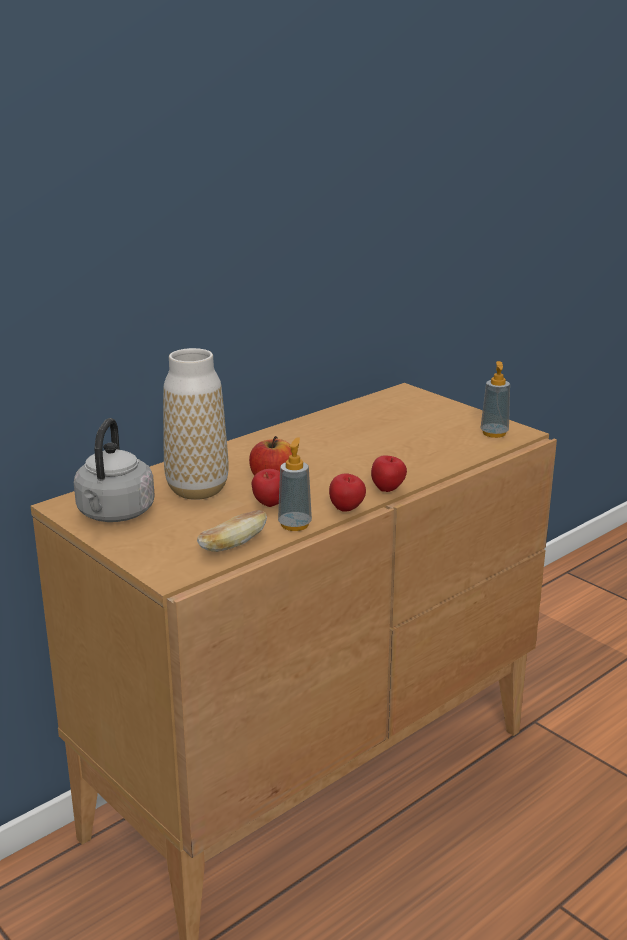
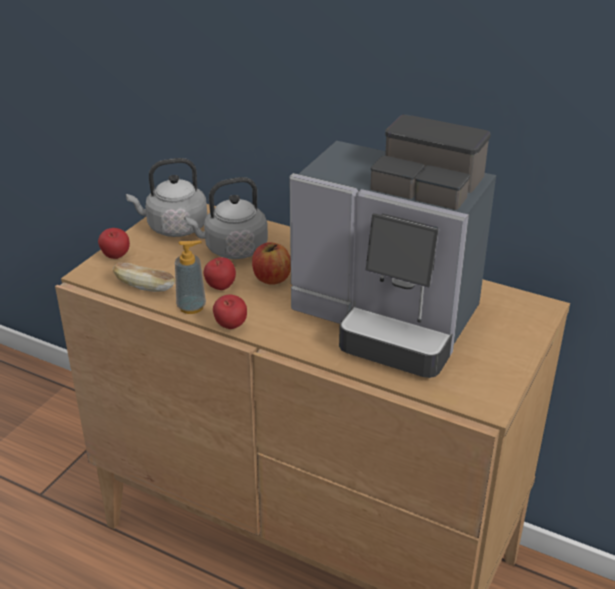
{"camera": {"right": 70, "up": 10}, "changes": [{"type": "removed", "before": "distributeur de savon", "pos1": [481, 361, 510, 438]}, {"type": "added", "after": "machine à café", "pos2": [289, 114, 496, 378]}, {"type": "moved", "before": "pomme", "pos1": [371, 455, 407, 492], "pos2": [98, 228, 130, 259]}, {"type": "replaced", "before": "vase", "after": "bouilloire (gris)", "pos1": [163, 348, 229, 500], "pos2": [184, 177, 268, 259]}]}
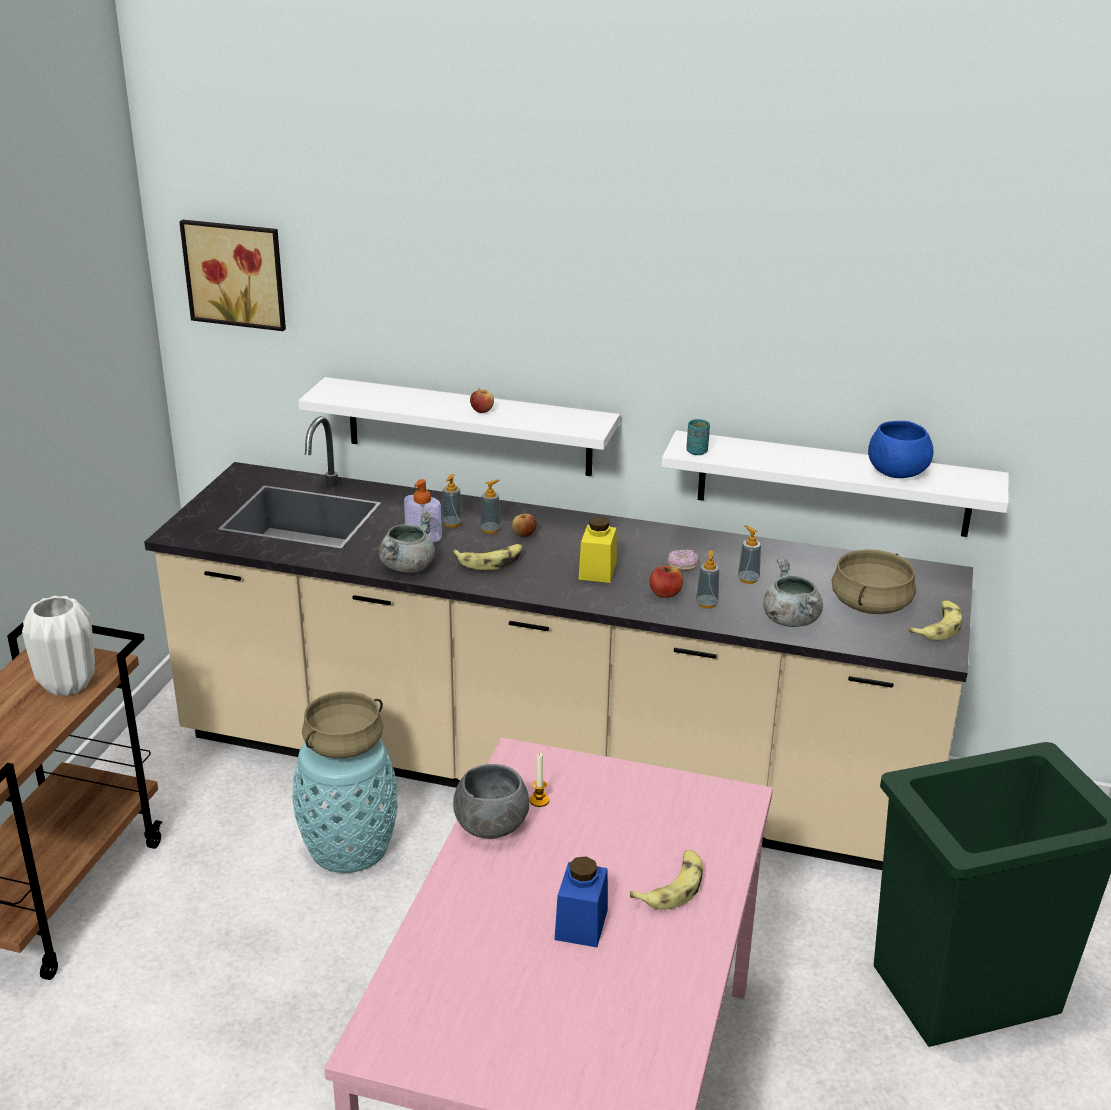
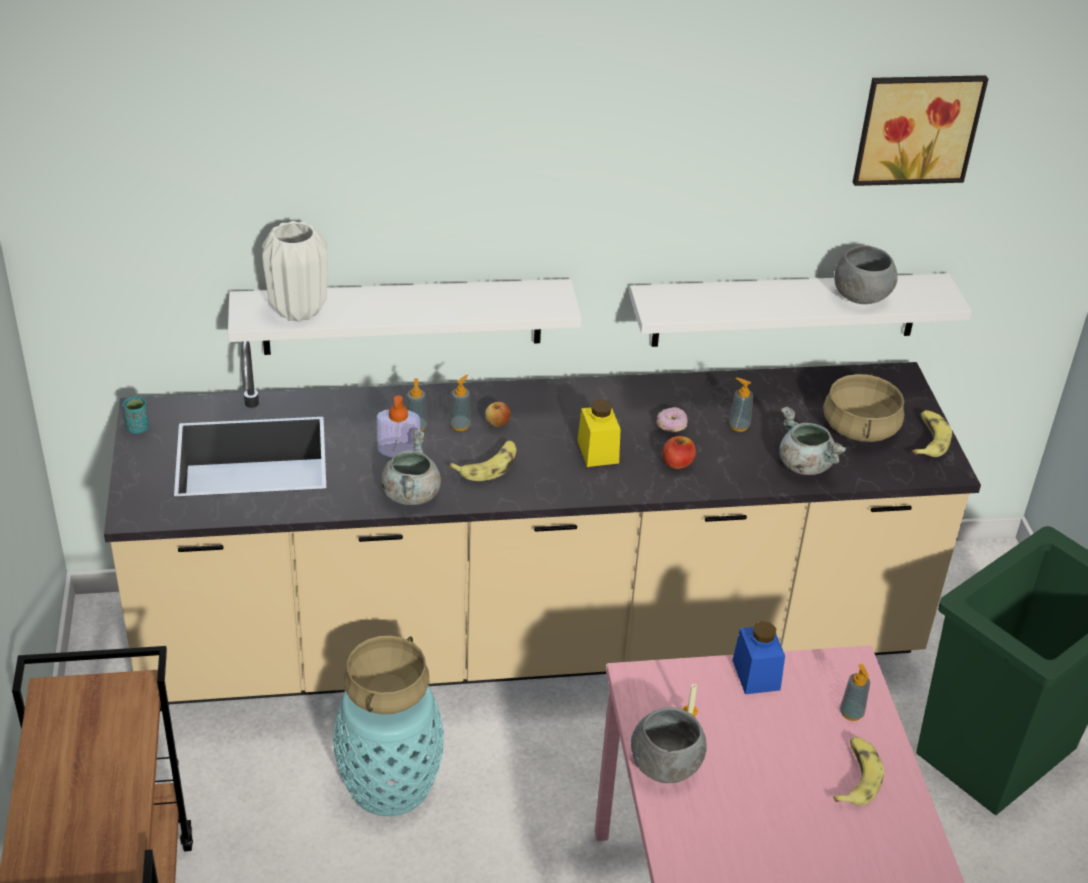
{"camera": {"right": -25, "up": 10}, "changes": [{"type": "removed", "before": "pomme", "pos1": [470, 390, 494, 413]}, {"type": "moved", "before": "vase (blanc)", "pos1": [22, 596, 95, 696], "pos2": [262, 221, 328, 322]}, {"type": "moved", "before": "tableau", "pos1": [179, 220, 286, 331], "pos2": [853, 75, 988, 186]}, {"type": "moved", "before": "bocal (bleu)", "pos1": [555, 857, 608, 947], "pos2": [732, 621, 785, 694]}, {"type": "moved", "before": "tasse (turquoise)", "pos1": [686, 419, 710, 455], "pos2": [123, 397, 149, 434]}, {"type": "moved", "before": "distributeur de savon", "pos1": [696, 550, 719, 609], "pos2": [840, 664, 870, 721]}, {"type": "recoloured", "before": "bol (bleu)", "after": "bol (gris)", "pos1": [868, 421, 933, 478], "pos2": [834, 245, 898, 304]}]}
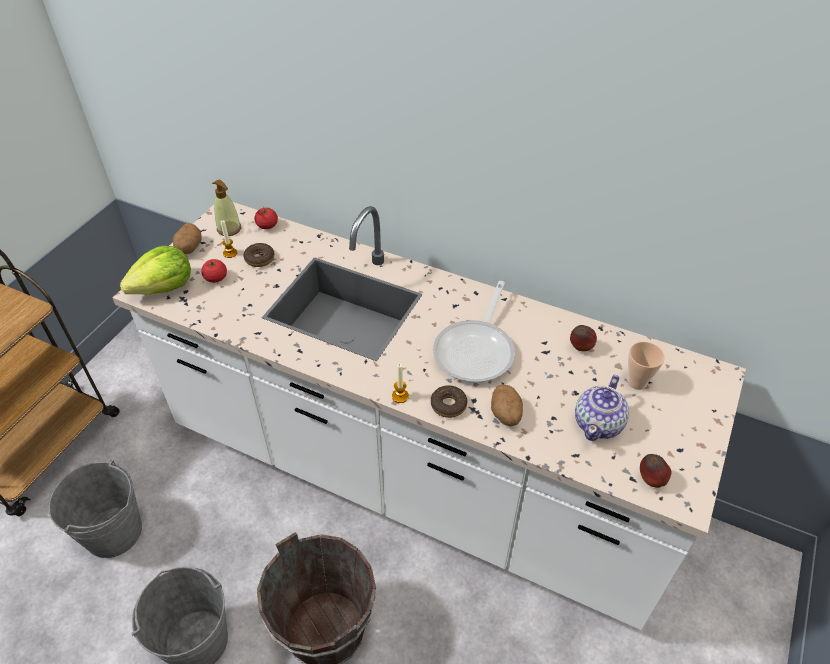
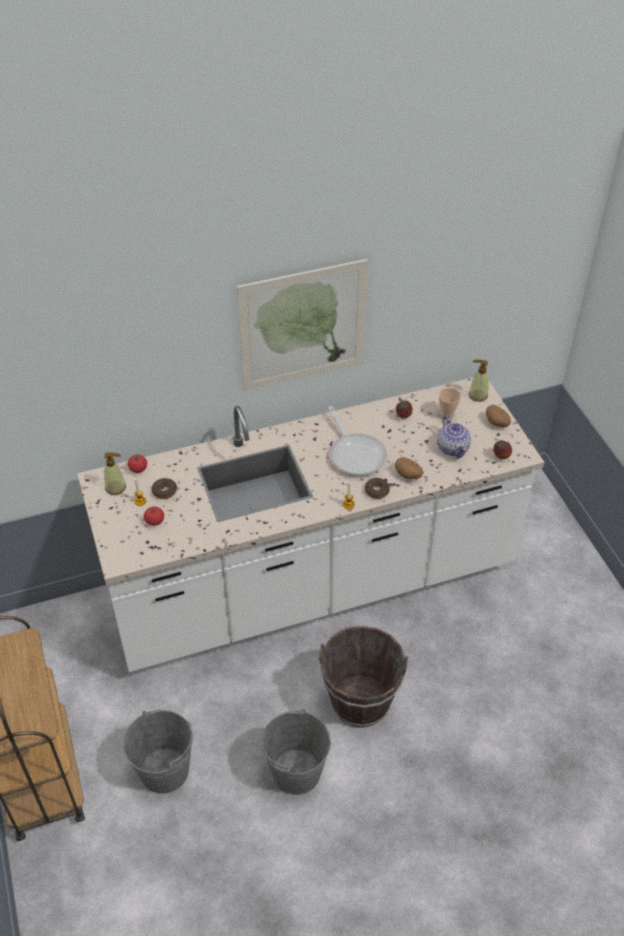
{"camera": {"right": -45, "up": 0}, "changes": [{"type": "removed", "before": "laitue", "pos1": [120, 246, 191, 295]}, {"type": "added", "after": "tableau", "pos2": [236, 259, 368, 391]}, {"type": "added", "after": "distributeur de savon", "pos2": [469, 360, 488, 402]}, {"type": "moved", "before": "pomme de terre", "pos1": [173, 223, 202, 254], "pos2": [486, 405, 511, 428]}]}
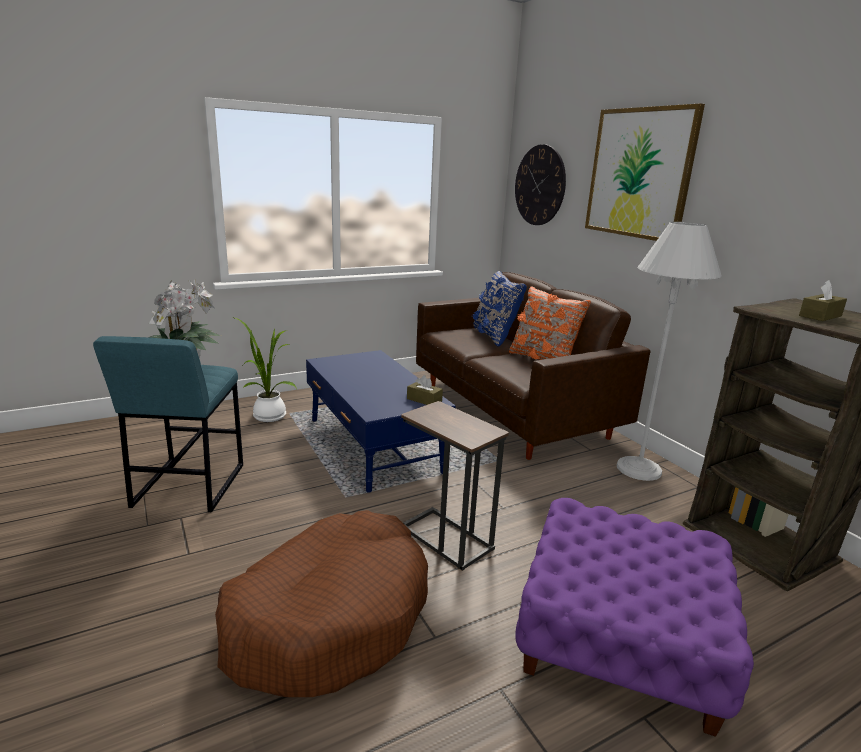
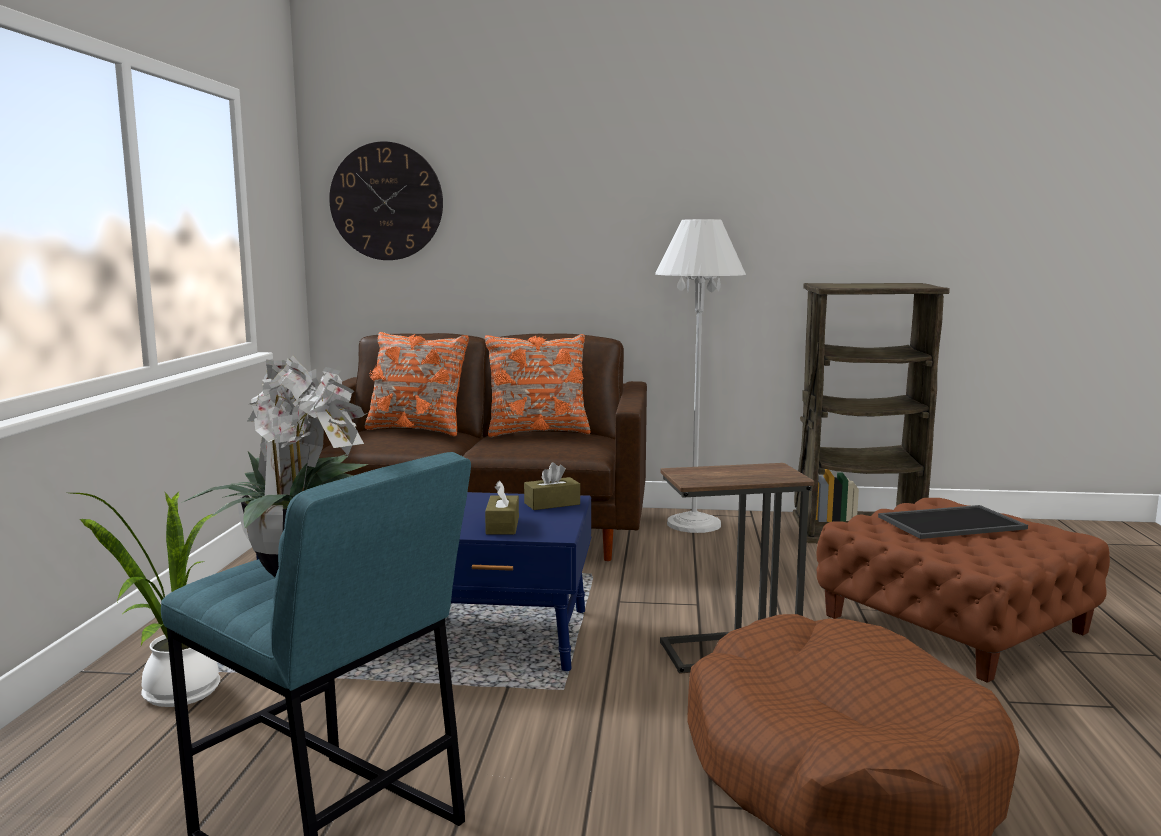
{"camera": {"right": -55, "up": -10}, "changes": [{"type": "removed", "before": "tableau", "pos1": [585, 103, 705, 241]}, {"type": "added", "after": "plateau", "pos2": [878, 505, 1028, 539]}, {"type": "moved", "before": "boîte à mouchoirs (marron)", "pos1": [799, 280, 847, 321], "pos2": [485, 480, 519, 534]}, {"type": "recoloured", "before": "coussin (bleu)", "after": "coussin (orange)", "pos1": [472, 271, 527, 346], "pos2": [365, 332, 469, 437]}, {"type": "recoloured", "before": "pouf (violet)", "after": "pouf (marron)", "pos1": [515, 498, 754, 737], "pos2": [816, 498, 1110, 683]}]}
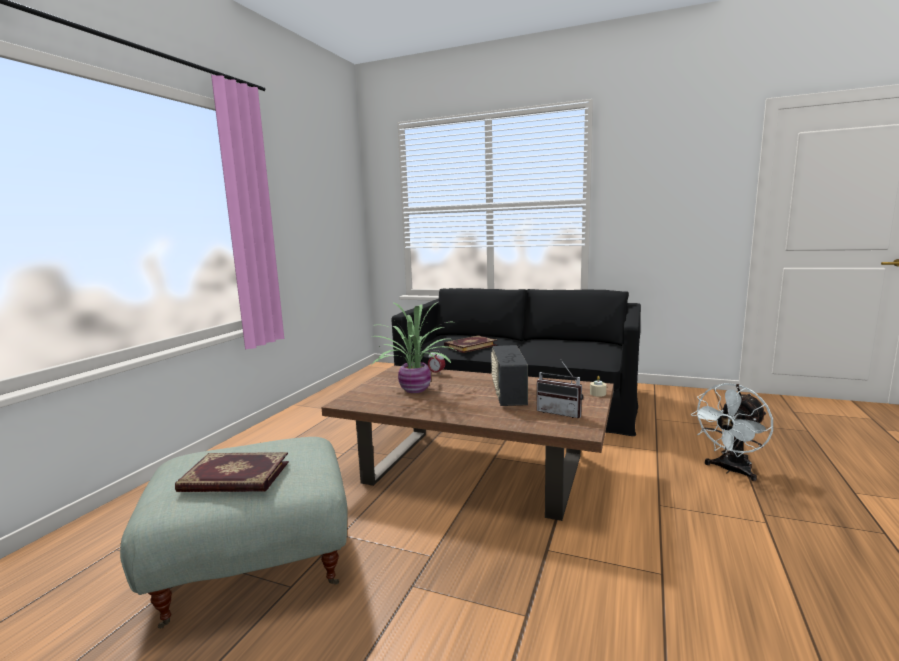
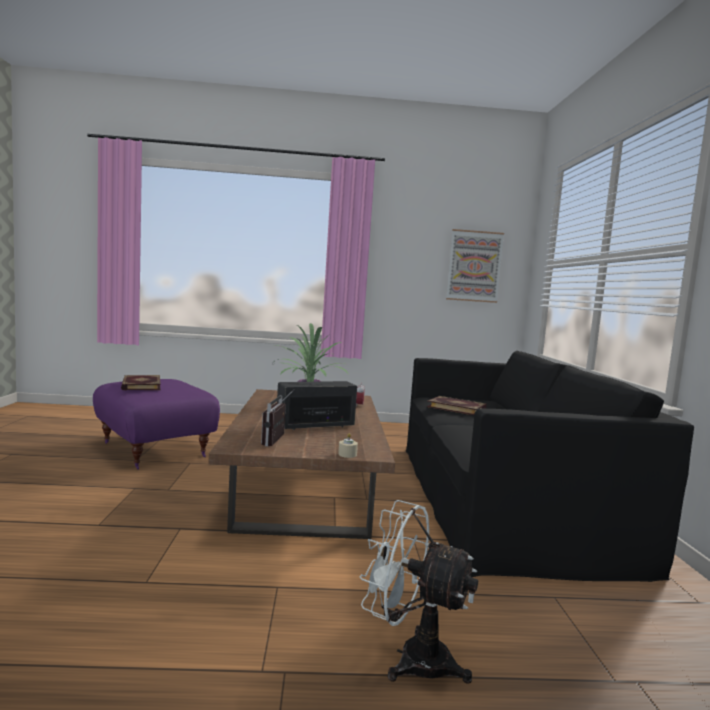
{"camera": {"right": 65, "up": -5}, "changes": [{"type": "added", "after": "tableau", "pos2": [446, 229, 504, 303]}, {"type": "recoloured", "before": "pouf (gris)", "after": "pouf (violet)", "pos1": [120, 437, 347, 629], "pos2": [93, 379, 220, 470]}]}
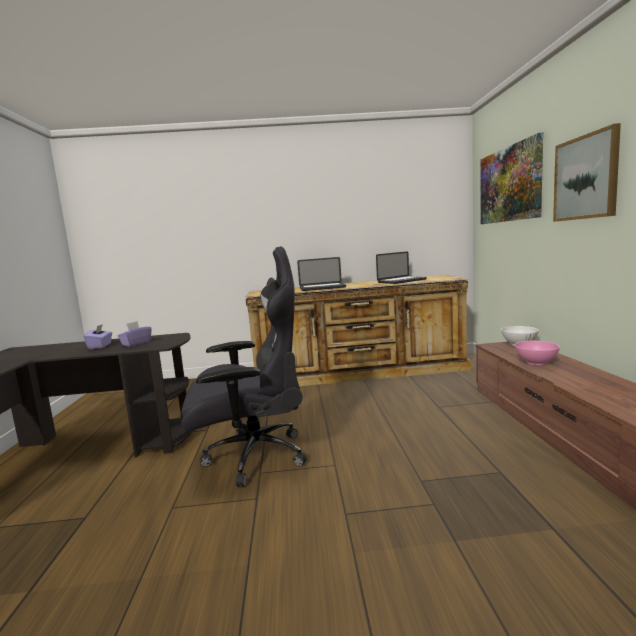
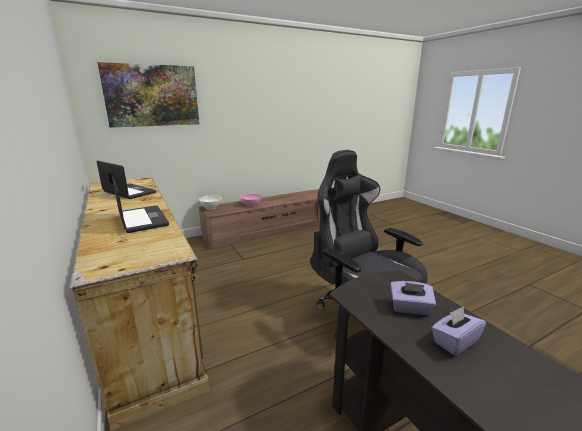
{"camera": {"right": -115, "up": 10}, "changes": [{"type": "removed", "before": "tableau", "pos1": [553, 123, 621, 222]}]}
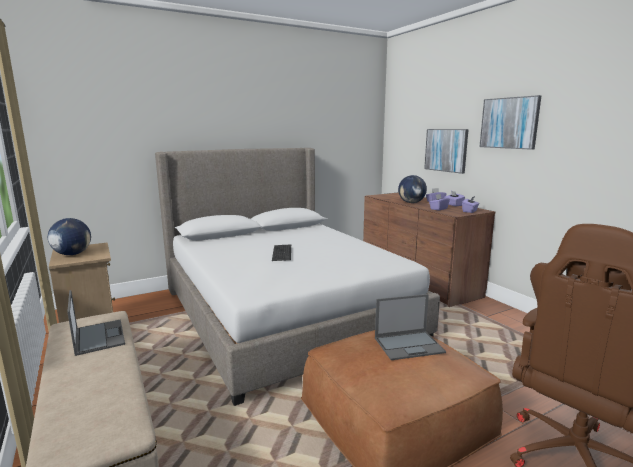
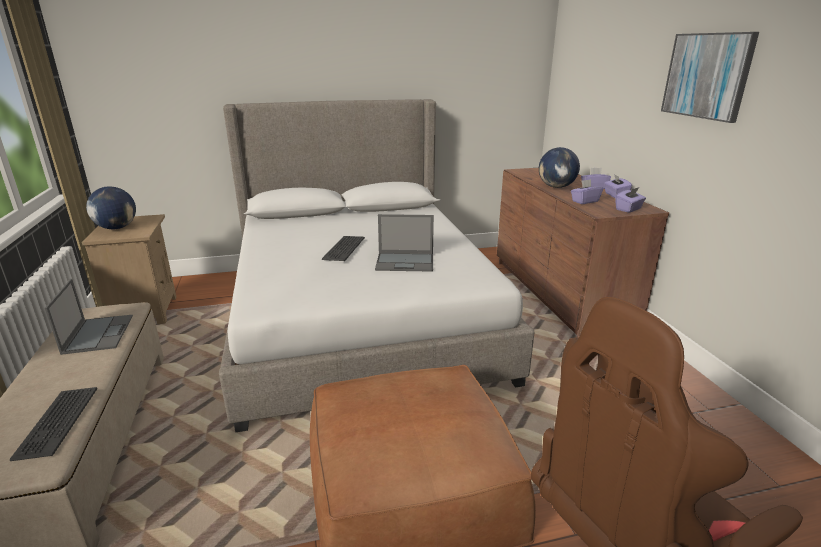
{"camera": {"right": 15, "up": 10}, "changes": [{"type": "removed", "before": "tableau", "pos1": [424, 129, 469, 174]}, {"type": "added", "after": "clavier", "pos2": [10, 387, 97, 461]}, {"type": "moved", "before": "ordinateur portable", "pos1": [375, 294, 446, 360], "pos2": [375, 214, 434, 272]}]}
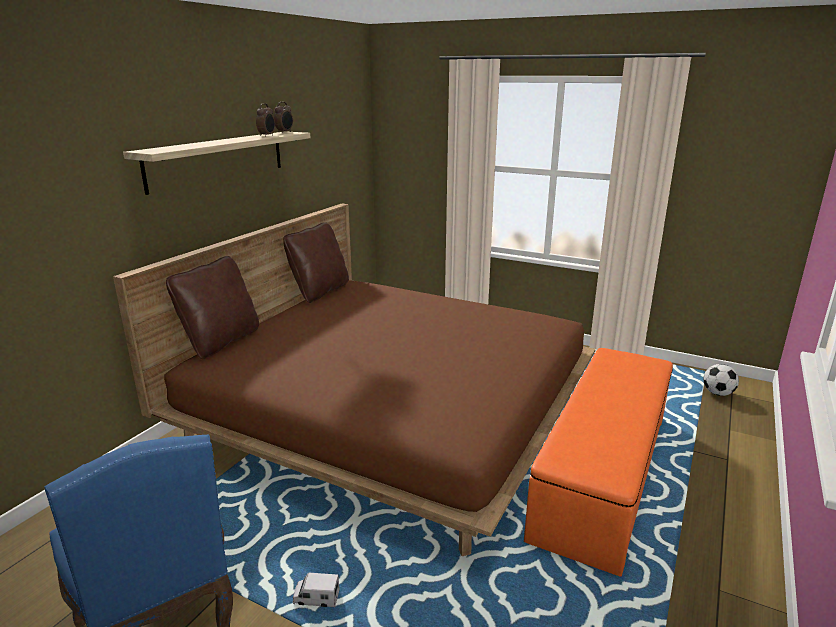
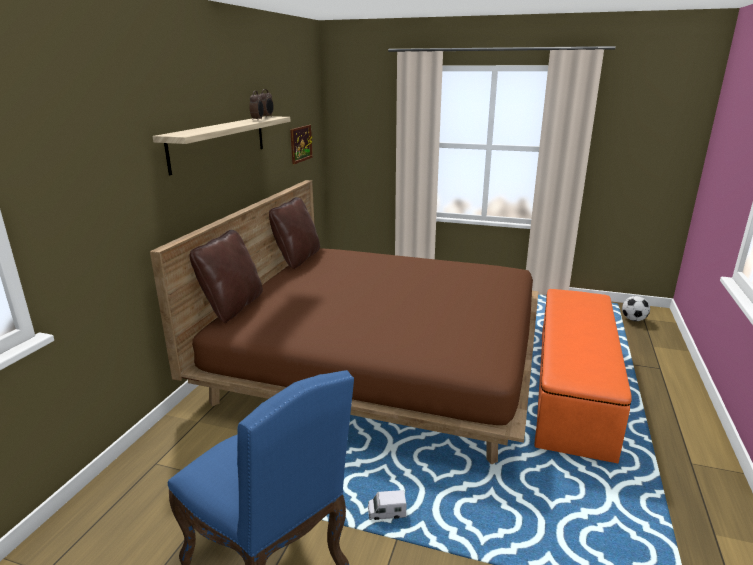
{"camera": {"right": -10, "up": 0}, "changes": [{"type": "added", "after": "tableau", "pos2": [290, 125, 313, 164]}]}
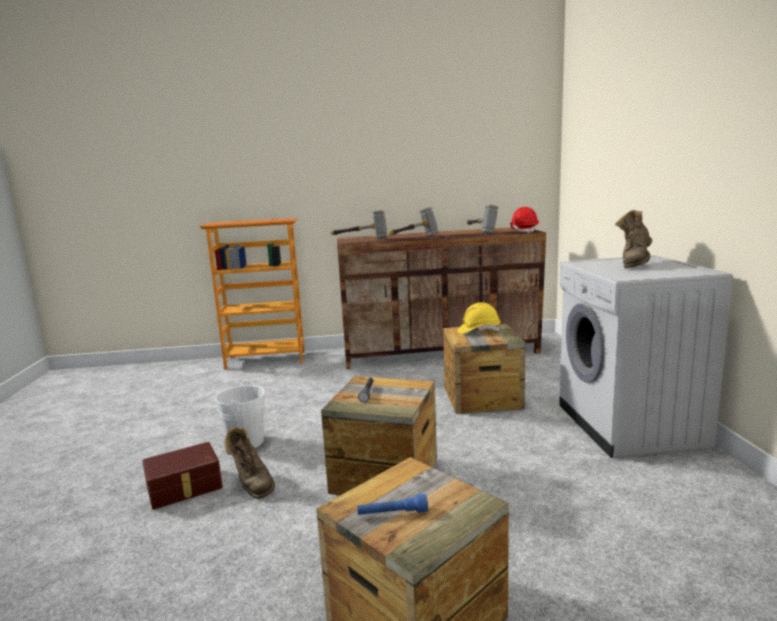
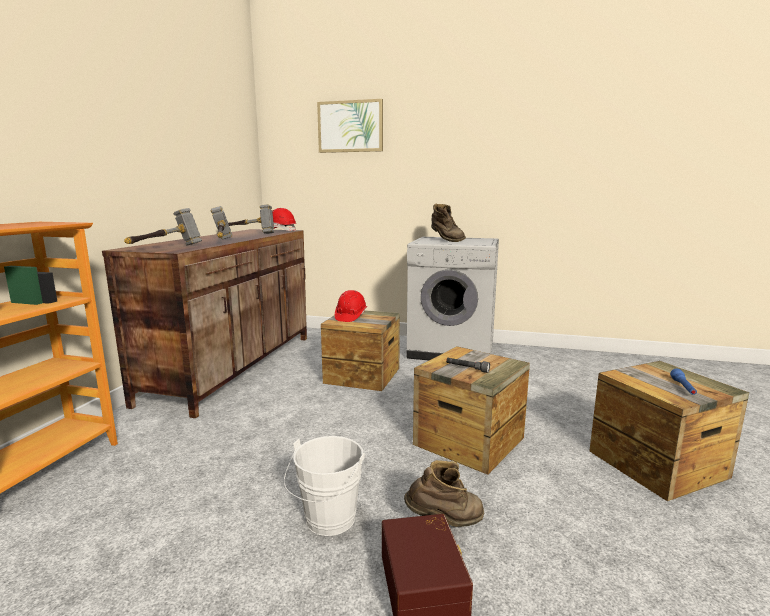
{"camera": {"right": -70, "up": 0}, "changes": [{"type": "added", "after": "tableau", "pos2": [317, 99, 383, 153]}, {"type": "recoloured", "before": "casque de chantier (jaune)", "after": "casque de chantier (rouge)", "pos1": [458, 302, 500, 334], "pos2": [335, 290, 367, 322]}]}
